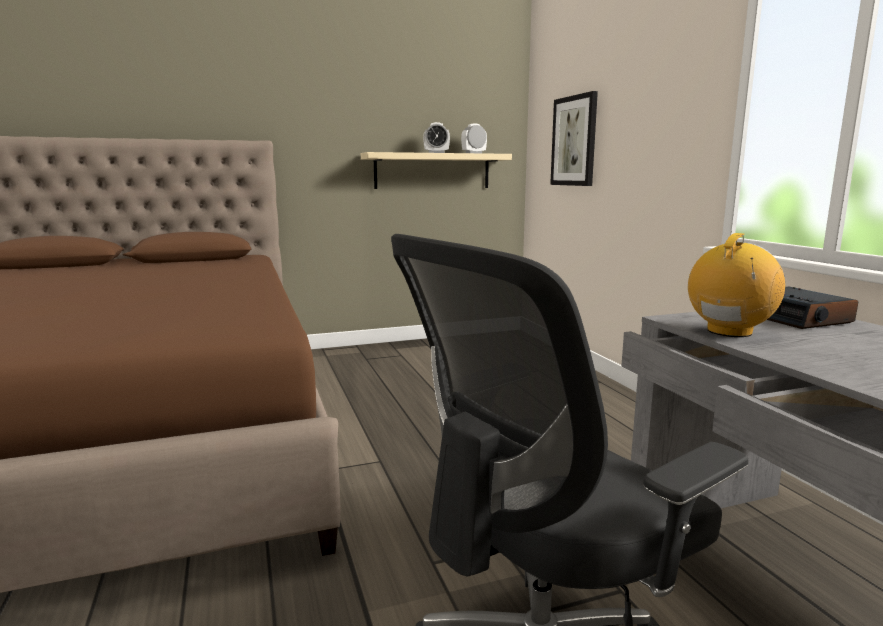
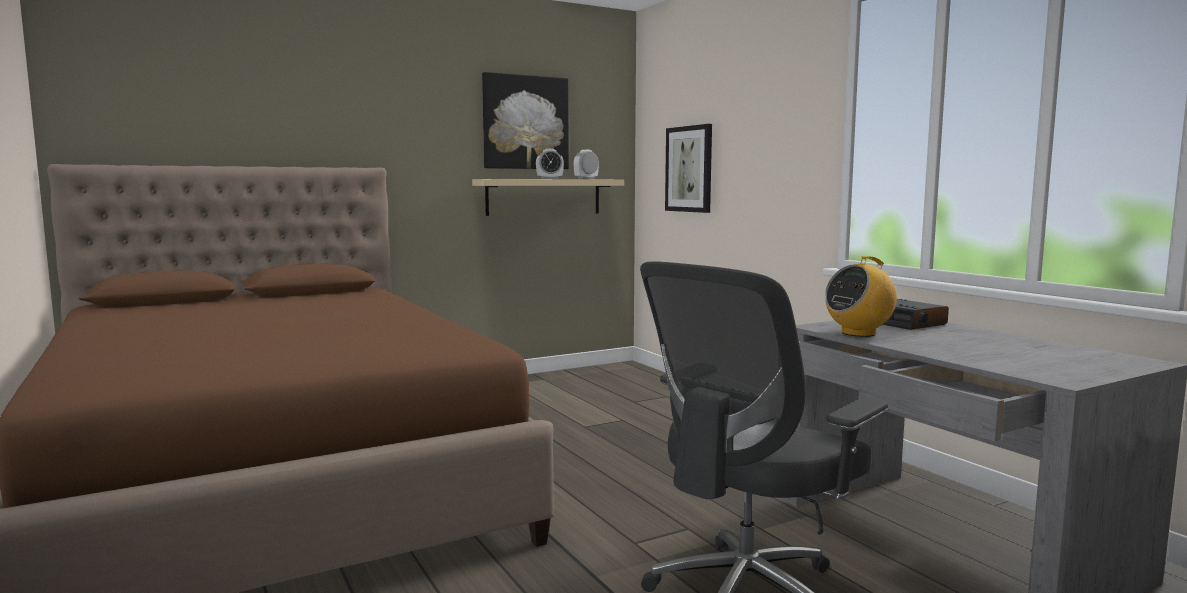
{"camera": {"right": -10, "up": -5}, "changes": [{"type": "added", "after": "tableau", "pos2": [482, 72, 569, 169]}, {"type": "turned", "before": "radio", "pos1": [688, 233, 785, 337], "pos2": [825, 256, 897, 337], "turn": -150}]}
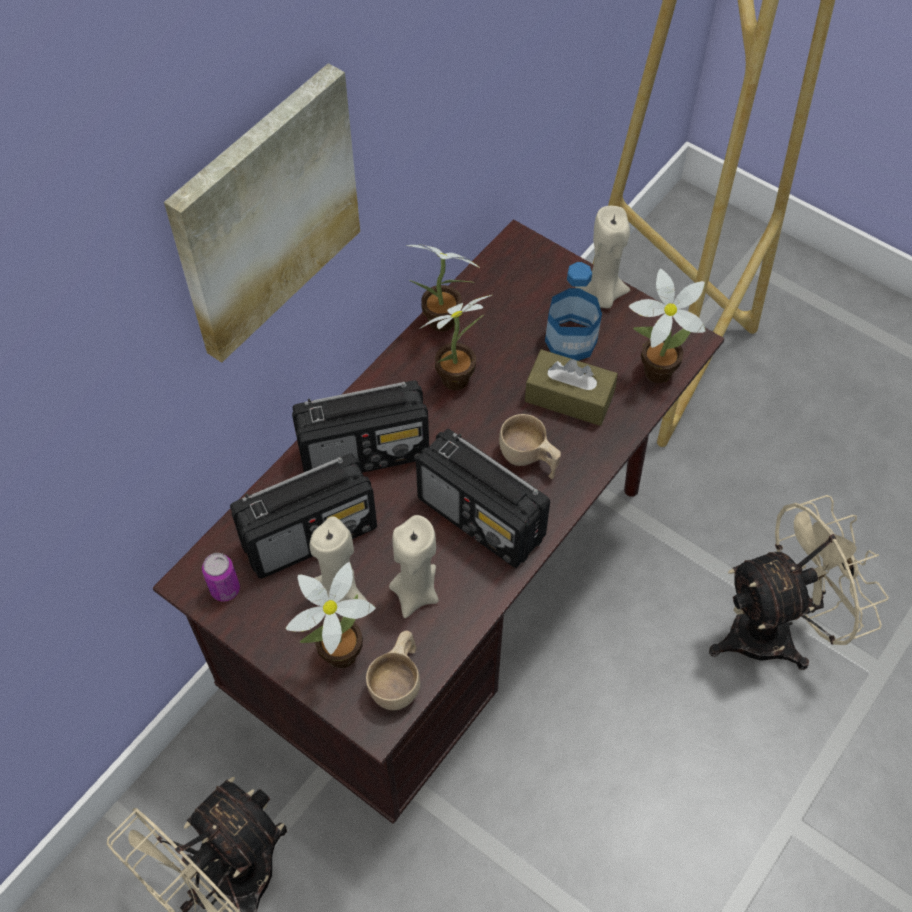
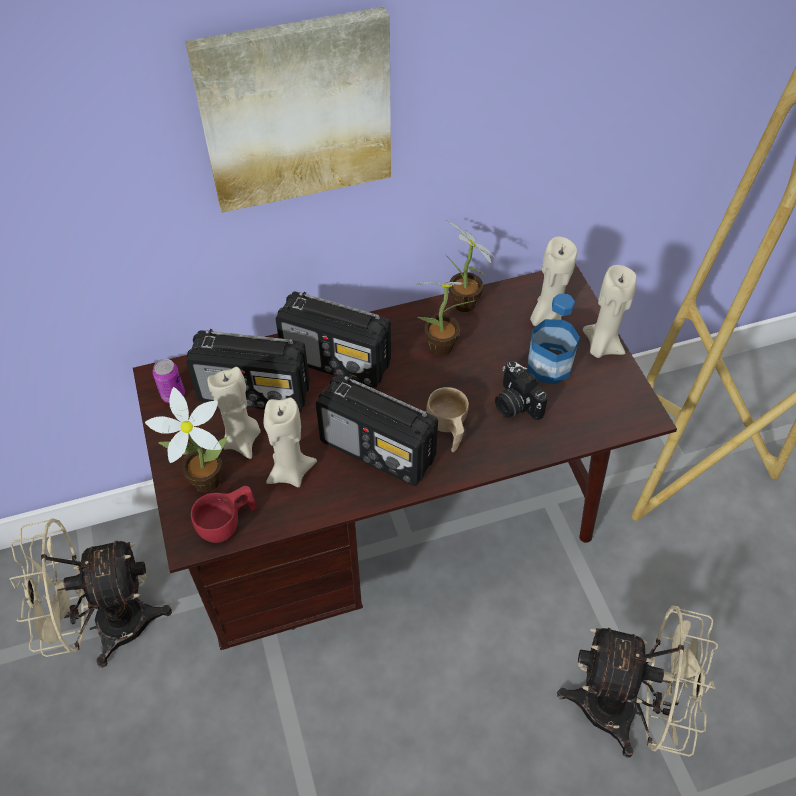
{"camera": {"right": 35, "up": -5}, "changes": [{"type": "removed", "before": "plante en pot", "pos1": [629, 269, 705, 383]}, {"type": "added", "after": "bougie (beige)", "pos2": [530, 237, 577, 326]}, {"type": "replaced", "before": "boîte à mouchoirs (marron)", "after": "appareil photo", "pos1": [525, 349, 618, 426], "pos2": [495, 360, 548, 420]}, {"type": "recoloured", "before": "tasse (beige)", "after": "tasse (rouge)", "pos1": [366, 630, 420, 711], "pos2": [191, 486, 257, 543]}, {"type": "turned", "before": "radio", "pos1": [416, 429, 550, 568], "pos2": [316, 374, 438, 486], "turn": -45}]}
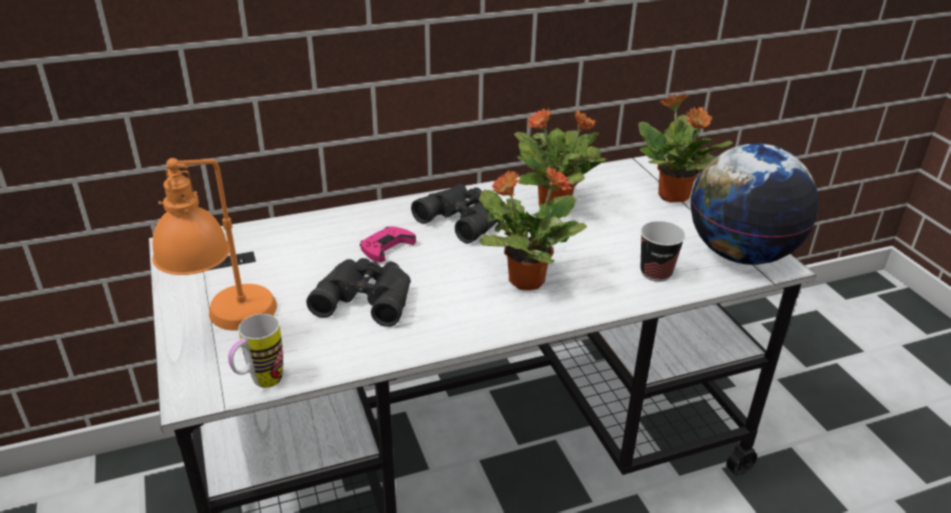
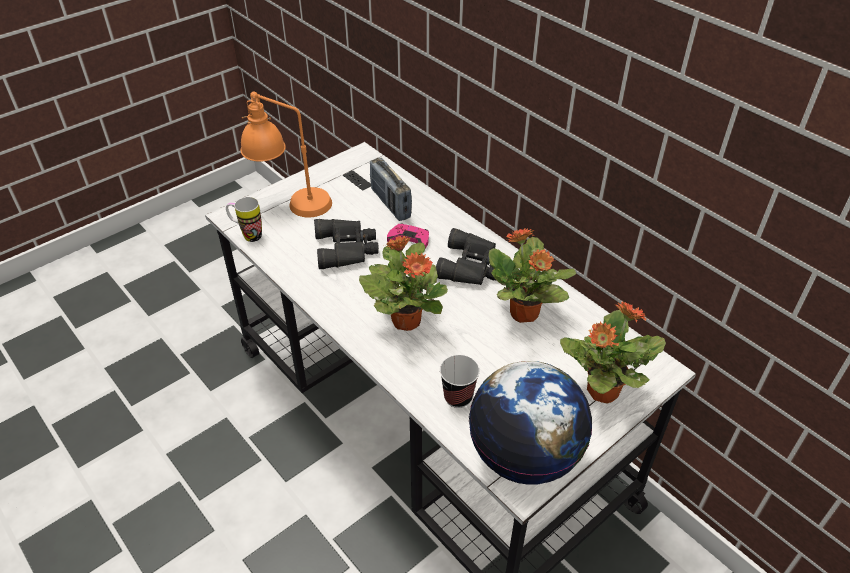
{"camera": {"right": 70, "up": 10}, "changes": [{"type": "added", "after": "radio", "pos2": [370, 158, 412, 221]}]}
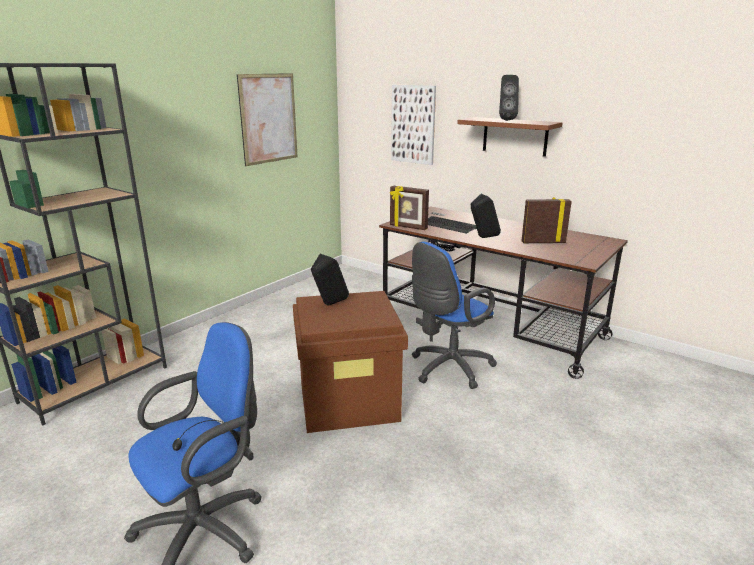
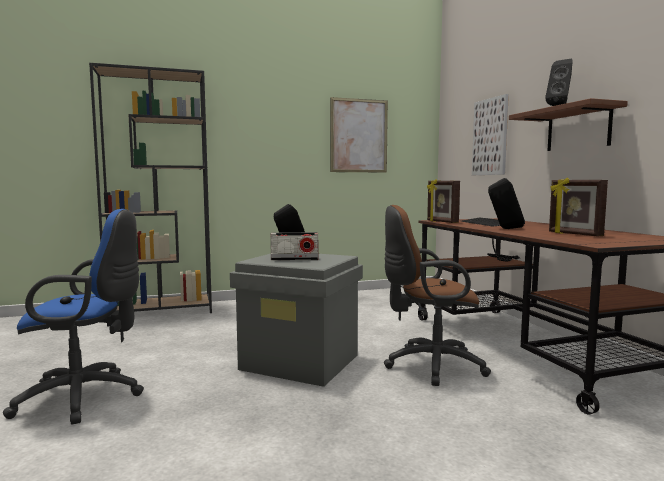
{"camera": {"right": 35, "up": -15}, "changes": [{"type": "added", "after": "radio", "pos2": [270, 232, 318, 261]}, {"type": "recoloured", "before": "boîte de rangement (marron)", "after": "boîte de rangement (gris)", "pos1": [293, 291, 408, 433], "pos2": [230, 254, 363, 387]}, {"type": "recoloured", "before": "chaise de bureau (bleu)", "after": "chaise de bureau (marron)", "pos1": [412, 242, 497, 389], "pos2": [384, 205, 491, 386]}, {"type": "turned", "before": "cadre photo", "pos1": [522, 197, 572, 243], "pos2": [549, 177, 608, 237], "turn": -150}]}
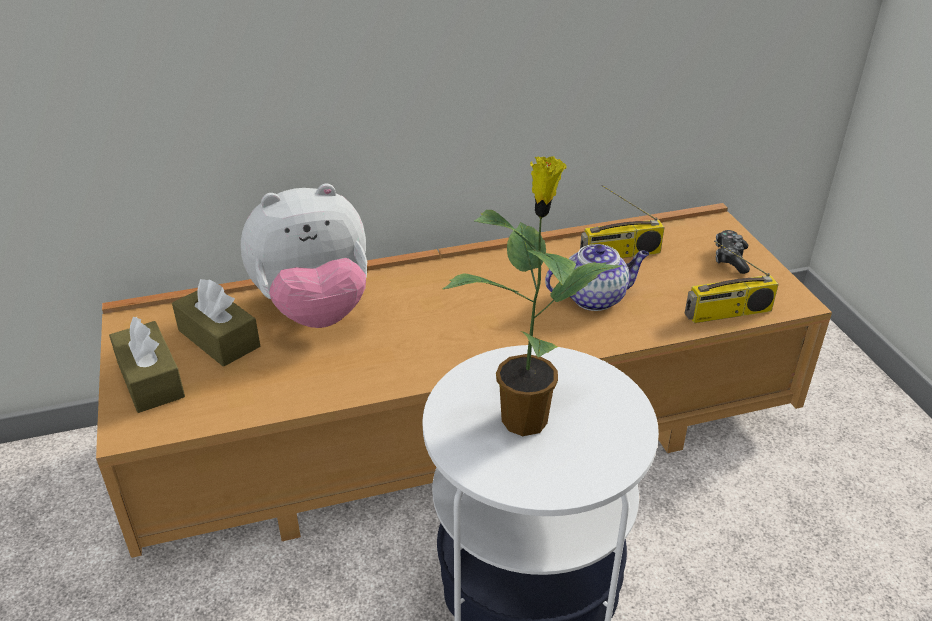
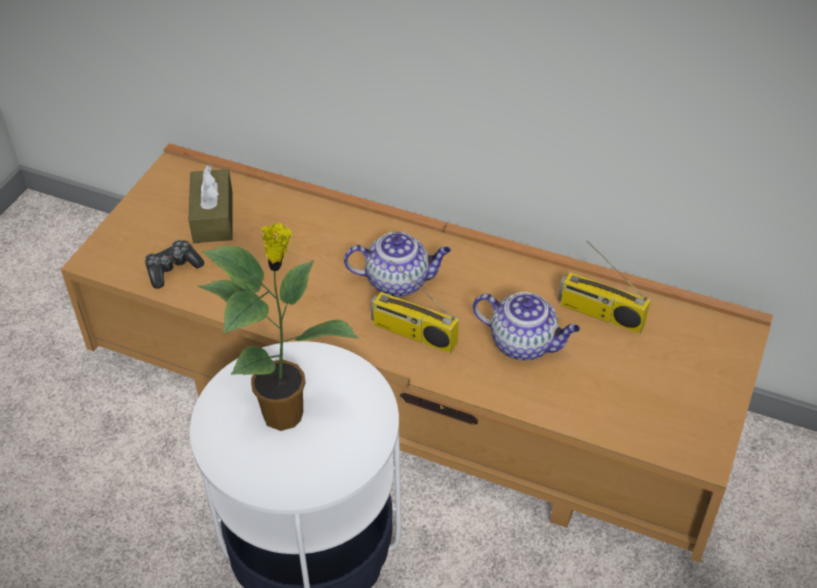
{"camera": {"right": 40, "up": 10}, "changes": [{"type": "removed", "before": "boîte à mouchoirs (marron)", "pos1": [109, 317, 185, 413]}, {"type": "removed", "before": "peluche", "pos1": [241, 184, 367, 328]}, {"type": "added", "after": "théière", "pos2": [344, 232, 451, 297]}, {"type": "moved", "before": "radio", "pos1": [685, 241, 779, 323], "pos2": [370, 260, 459, 353]}, {"type": "moved", "before": "manette", "pos1": [716, 230, 750, 274], "pos2": [145, 240, 204, 289]}]}
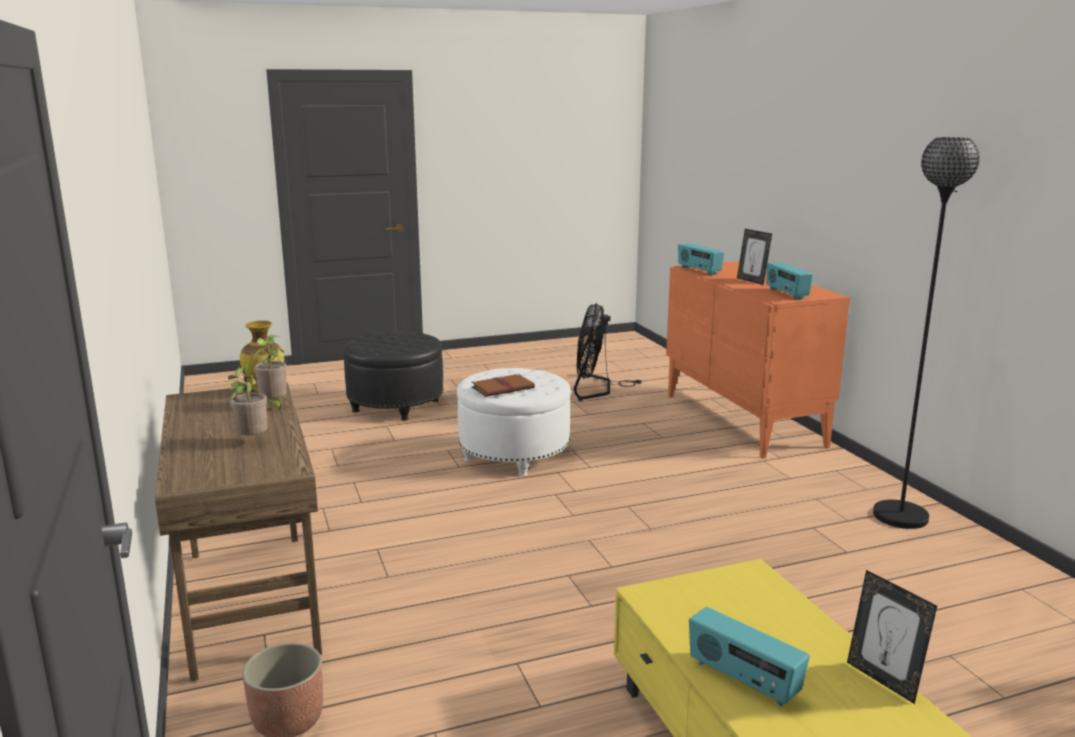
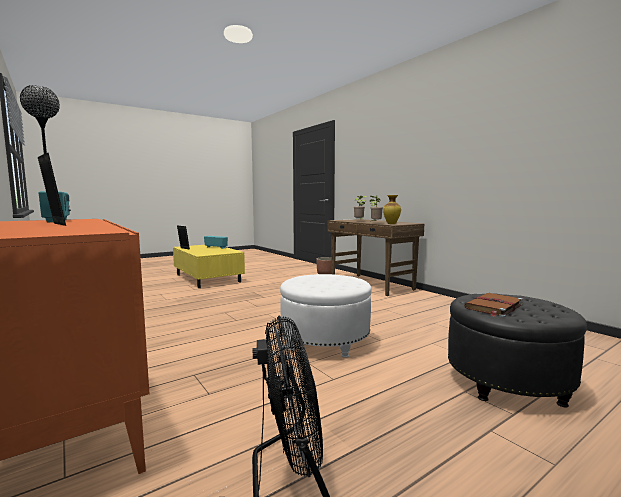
{"camera": {"right": 165, "up": -10}, "changes": [{"type": "removed", "before": "radio", "pos1": [678, 243, 724, 275]}, {"type": "moved", "before": "livre (marron)", "pos1": [471, 373, 535, 397], "pos2": [464, 293, 523, 317]}]}
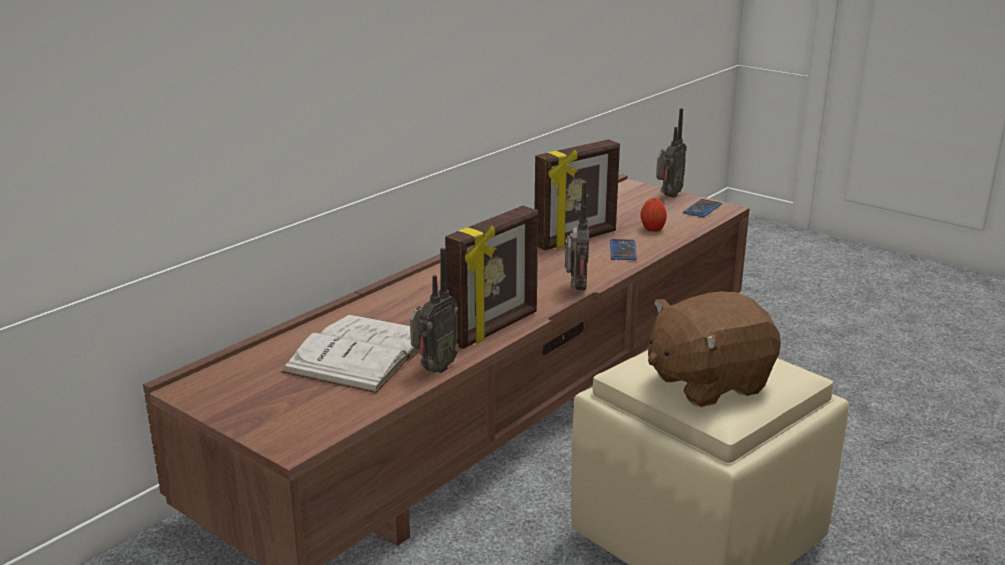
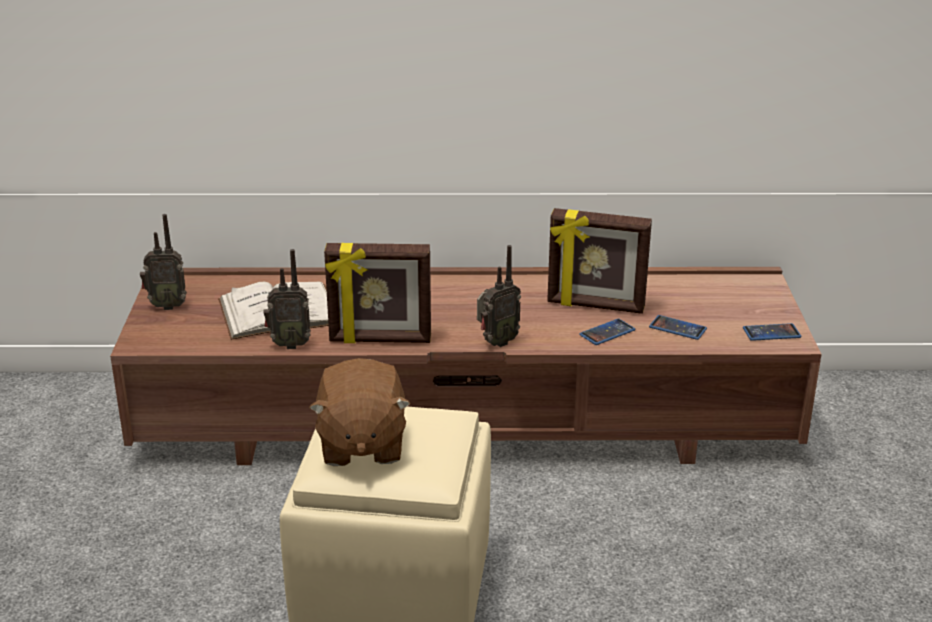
{"camera": {"right": 50, "up": 5}, "changes": [{"type": "moved", "before": "radio", "pos1": [656, 108, 687, 198], "pos2": [140, 214, 187, 310]}, {"type": "replaced", "before": "pomme", "after": "téléphone", "pos1": [640, 197, 667, 232], "pos2": [649, 315, 707, 340]}, {"type": "turned", "before": "peluche (marron)", "pos1": [648, 291, 781, 407], "pos2": [309, 358, 411, 466], "turn": -120}]}
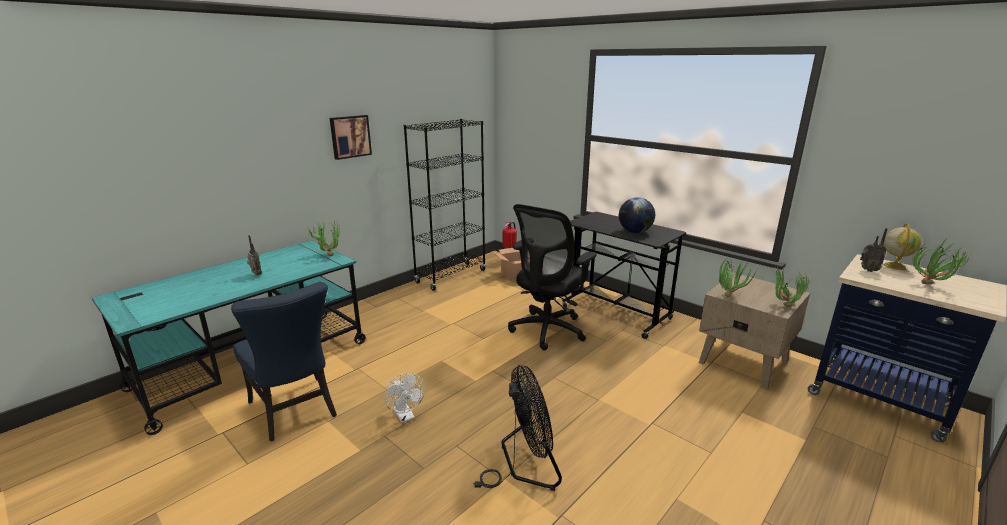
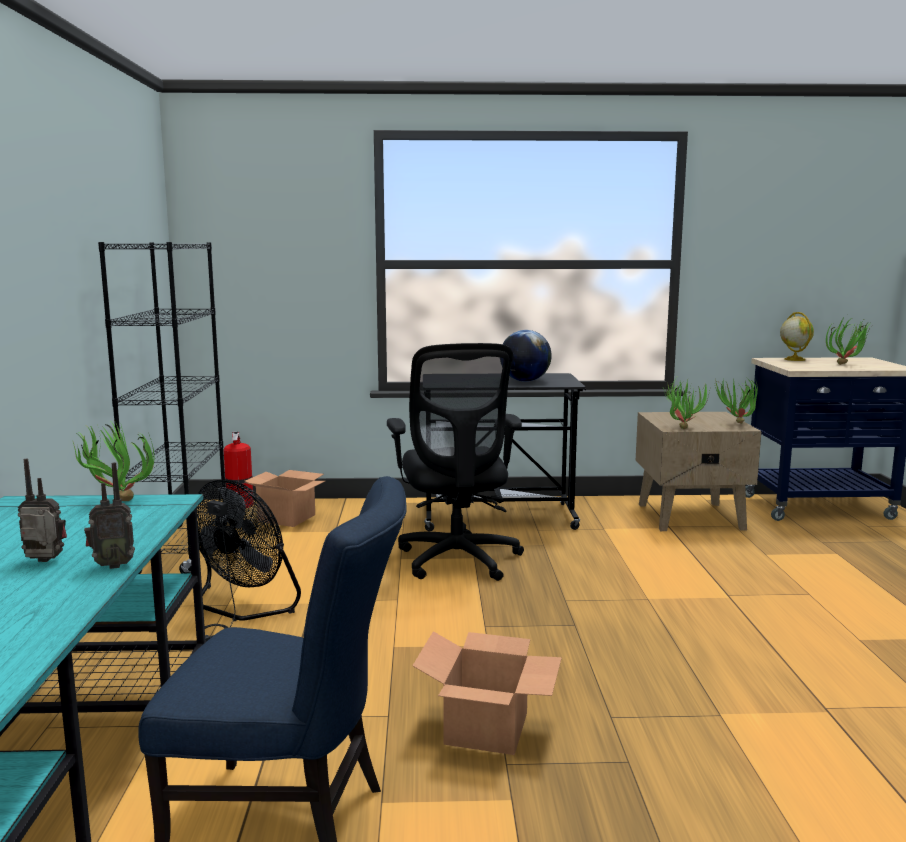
{"camera": {"right": -45, "up": -10}, "changes": [{"type": "removed", "before": "tableau", "pos1": [330, 115, 372, 160]}, {"type": "moved", "before": "ventilateur (noir)", "pos1": [473, 365, 562, 491], "pos2": [197, 480, 301, 642]}, {"type": "moved", "before": "radio", "pos1": [860, 228, 888, 272], "pos2": [84, 462, 135, 569]}, {"type": "replaced", "before": "ventilateur (blanc)", "after": "carton", "pos1": [384, 373, 425, 423], "pos2": [413, 631, 562, 755]}]}
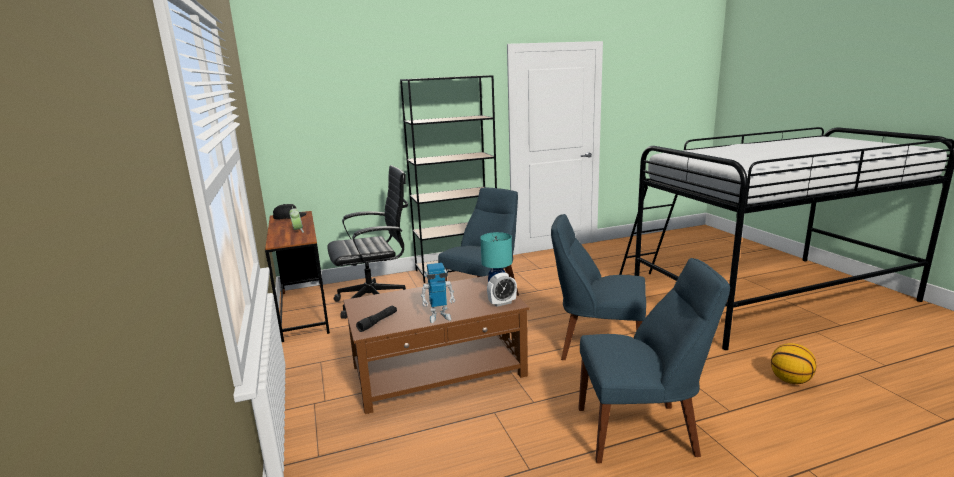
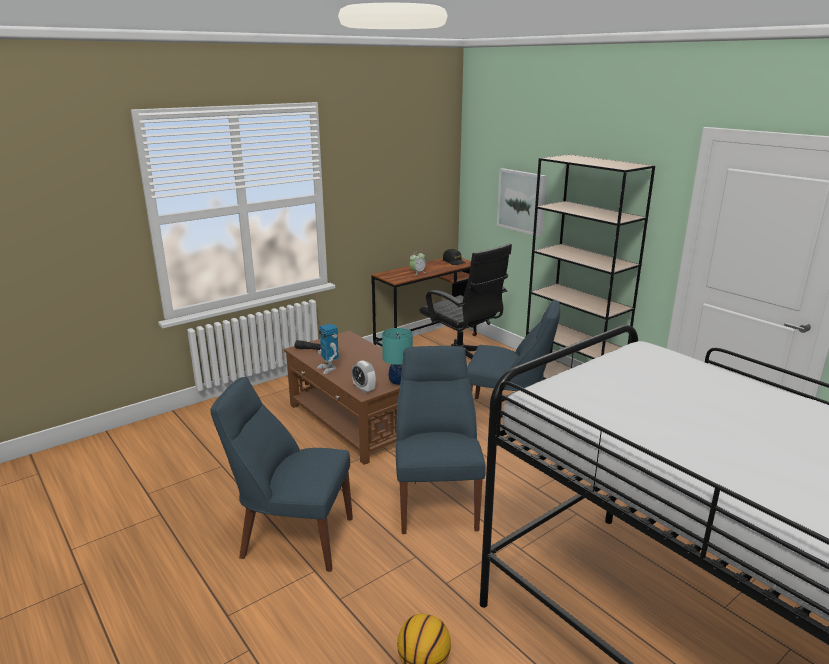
{"camera": {"right": 70, "up": 5}, "changes": [{"type": "added", "after": "tableau", "pos2": [497, 168, 547, 236]}, {"type": "turned", "before": "chaise (bleu)", "pos1": [578, 258, 730, 464], "pos2": [211, 377, 353, 572], "turn": 120}]}
